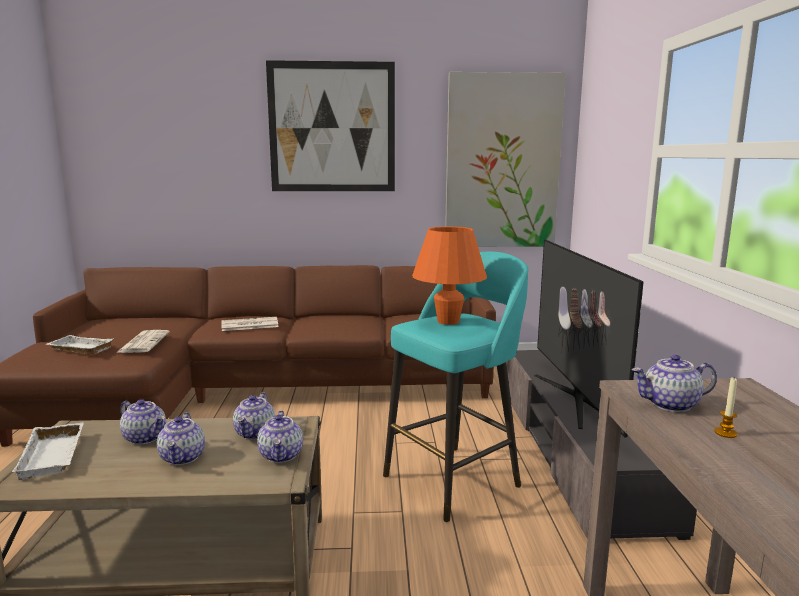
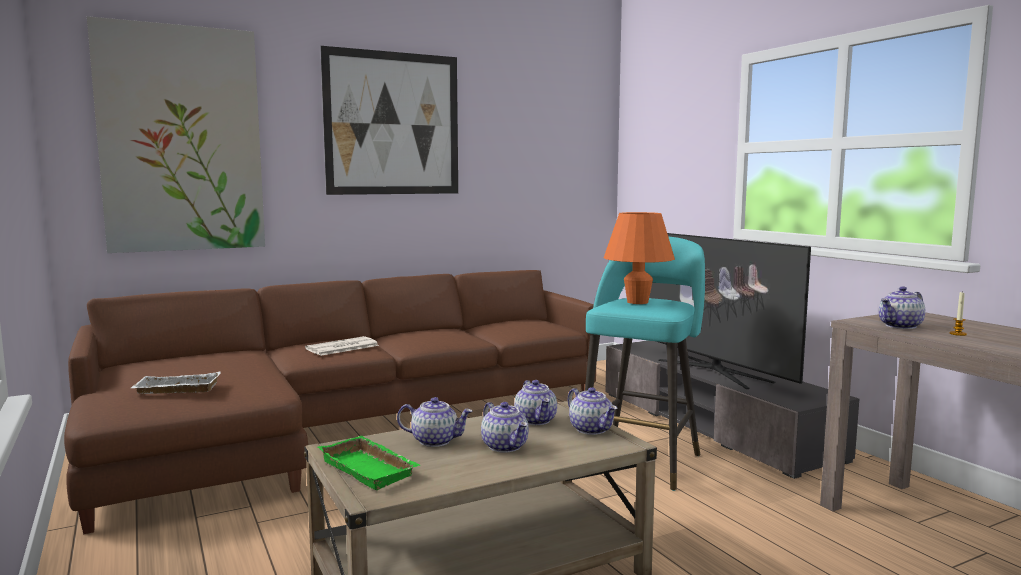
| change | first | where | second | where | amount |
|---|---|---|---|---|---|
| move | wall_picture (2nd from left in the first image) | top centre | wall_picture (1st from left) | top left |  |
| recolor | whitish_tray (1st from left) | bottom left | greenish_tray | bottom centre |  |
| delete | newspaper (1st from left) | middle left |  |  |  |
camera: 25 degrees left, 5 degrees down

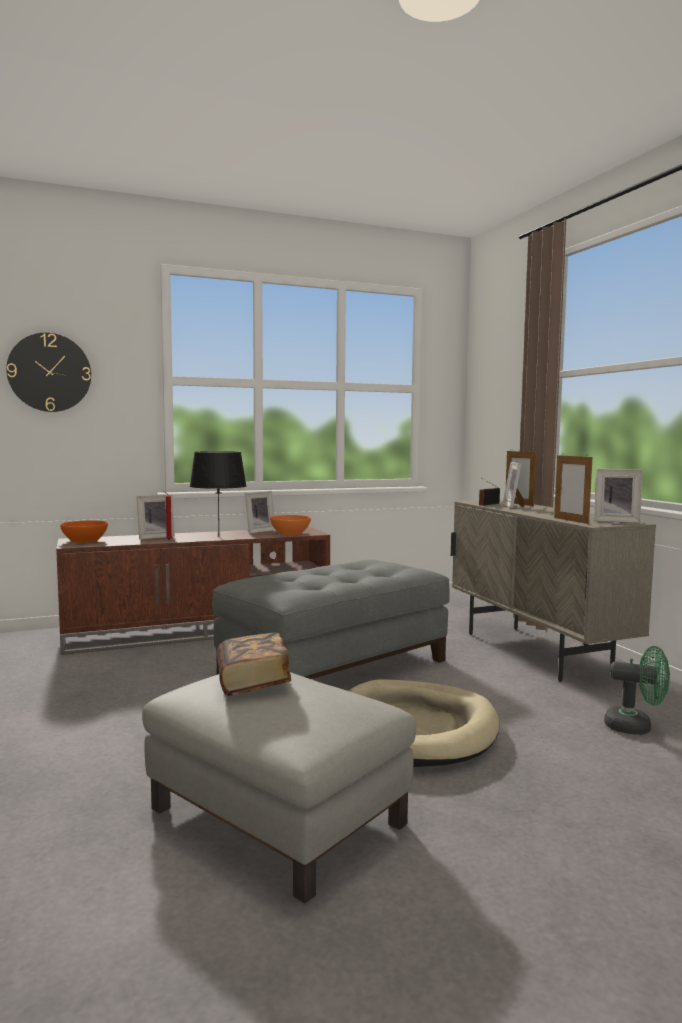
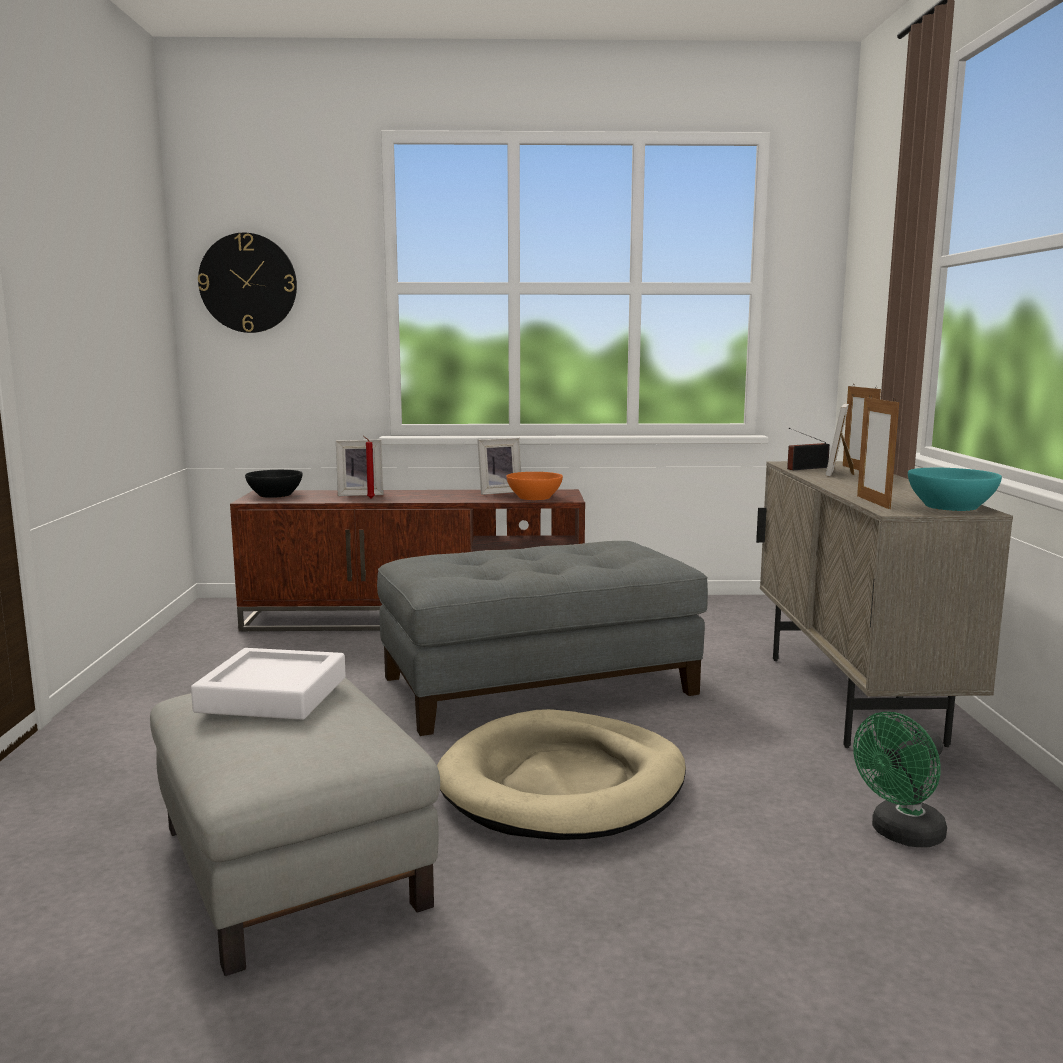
| change | first | where | second | where | amount |
|---|---|---|---|---|---|
| replace | bound_book | centre | whitish_tray | middle left |  |
| recolor | orange_bowl (1st from left) | middle left | black_bowl | middle left |  |
| rotate | greenish_electric_fan | bottom right |  | bottom right | 105 degrees clockwise |
| replace | photo_frame (6th from left) | middle right | blue-green_bowl | middle right |  |
| delete | black_lamp_for_a_table | middle left |  |  |  |
camera: 20 degrees right, 5 degrees up

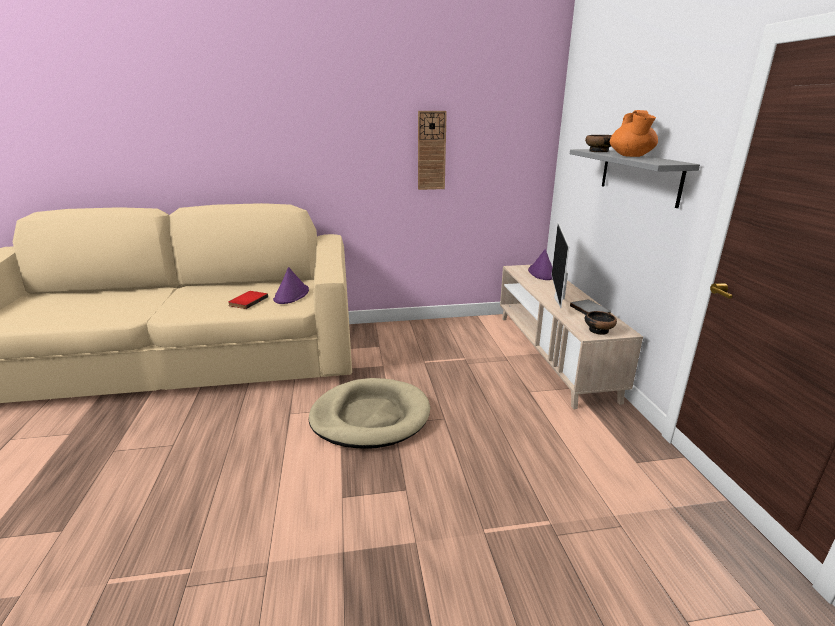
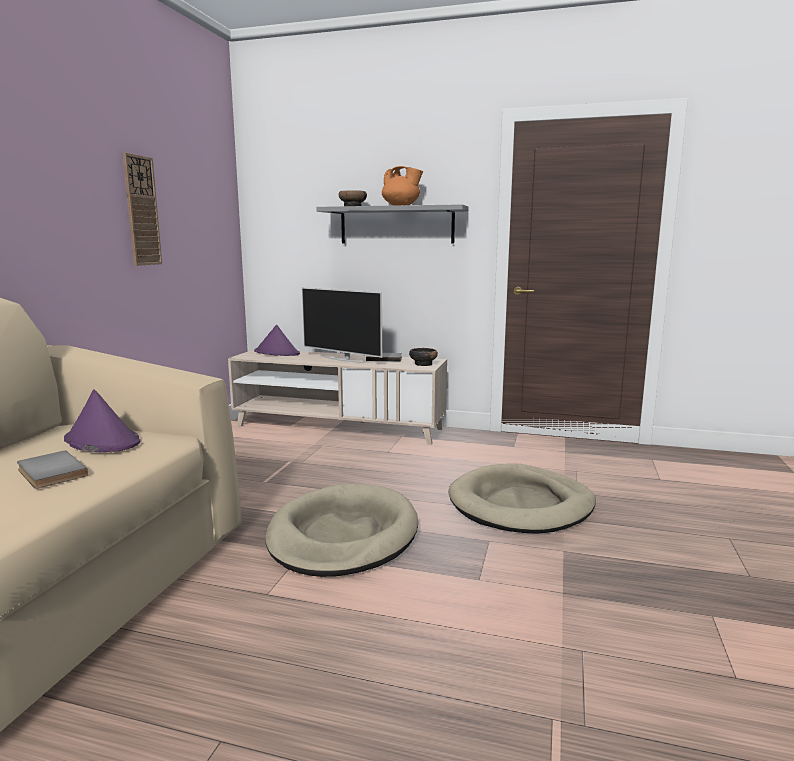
| change | first | where | second | where | amount |
|---|---|---|---|---|---|
| recolor | red_bound_book | middle left | gray_bound_book (1st from left) | middle left |  |
| insert |  |  | beige_pet_bed (2nd from left) | centre |  |
camera: 65 degrees left, 10 degrees down

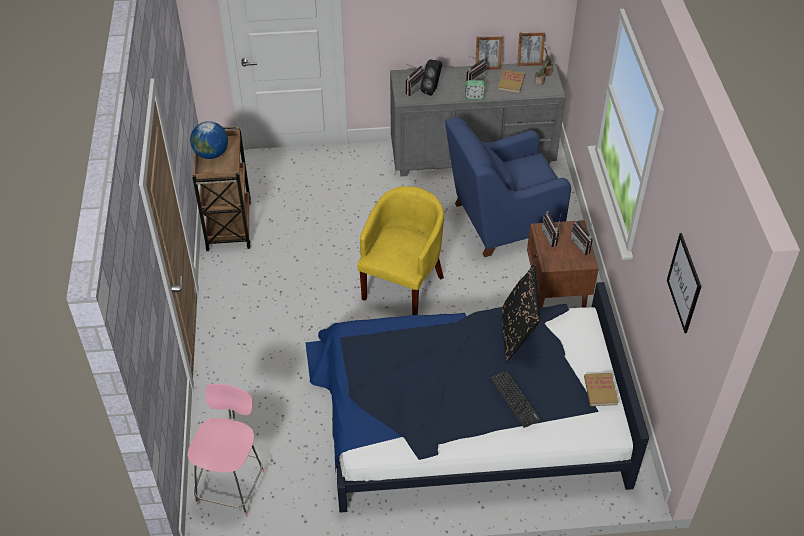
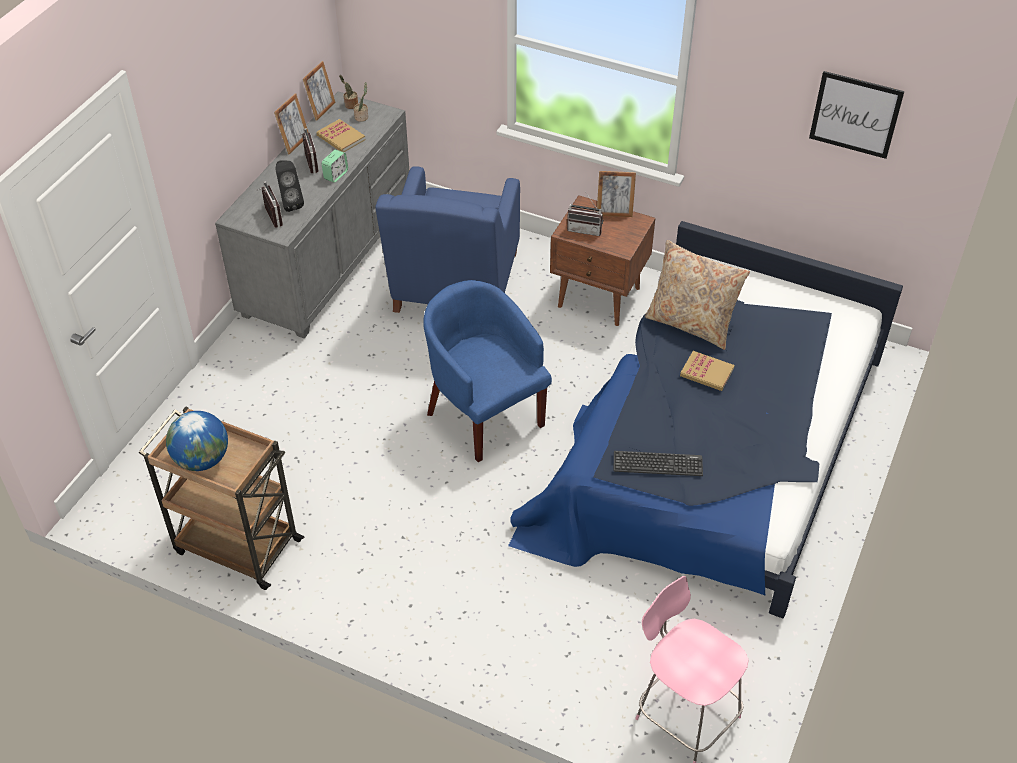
| change | first | where | second | where | amount |
|---|---|---|---|---|---|
| recolor | yellowish_armchair | centre | bluish_armchair (2nd from left) | centre |  |
| replace | radio_set (4th from left) | middle right | photo_frame (3rd from left) | top centre |  |
| move | computer_keyboard | bottom centre |  | centre |  |
| recolor | black_pillow | centre | beige_pillow | middle right |  |
| move | bound_book (2nd from left) | bottom right |  | middle right |  |
camera: 60 degrees left, 0 degrees up

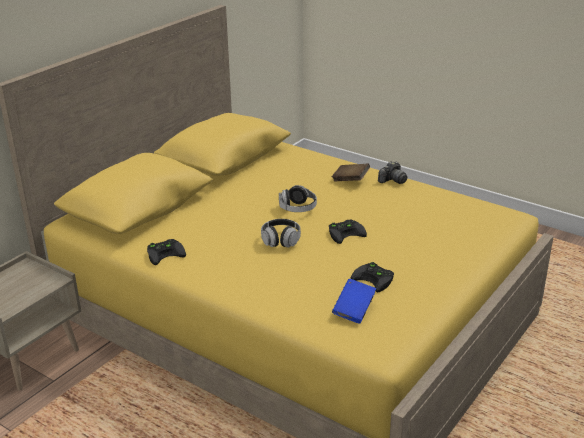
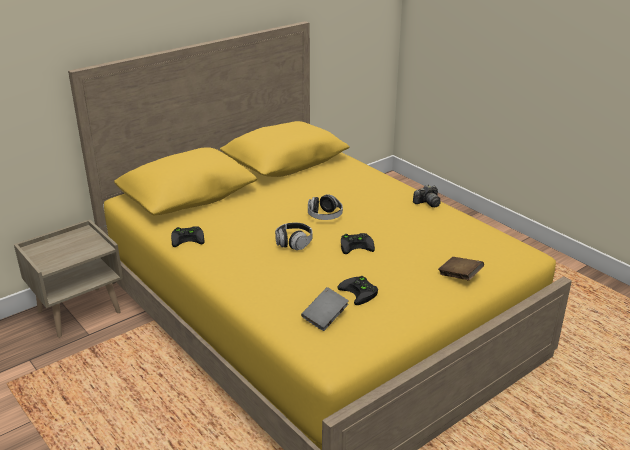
| change | first | where | second | where | amount |
|---|---|---|---|---|---|
| recolor | bluish_bound_book | bottom centre | gray_bound_book | bottom centre |  |
| move | brownish_bound_book | centre |  | middle right |  |
camera: 15 degrees right, 0 degrees up

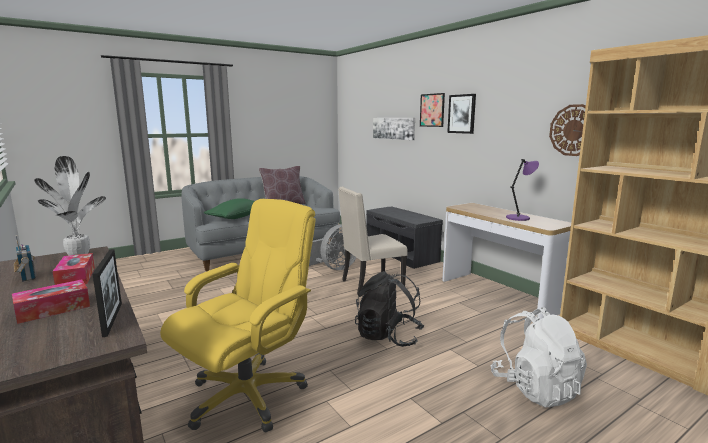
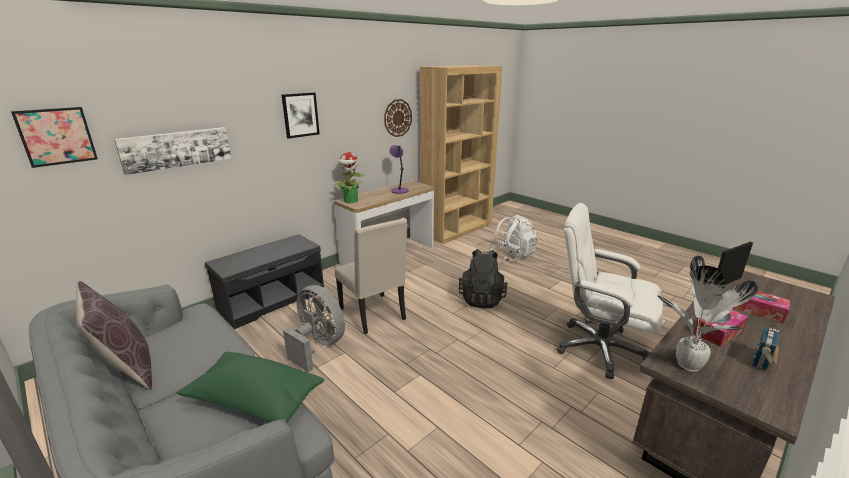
| change | first | where | second | where | amount |
|---|---|---|---|---|---|
| move | wall_picture (2nd from left in the first image) | top centre | wall_picture (1st from left) | top left |  |
| insert |  |  | plant_in_a_pot (1st from left) | centre |  |
| recolor | yellowish_computer_chair | bottom centre | whitish_computer_chair | middle right |  |
camera: 100 degrees left, 10 degrees up

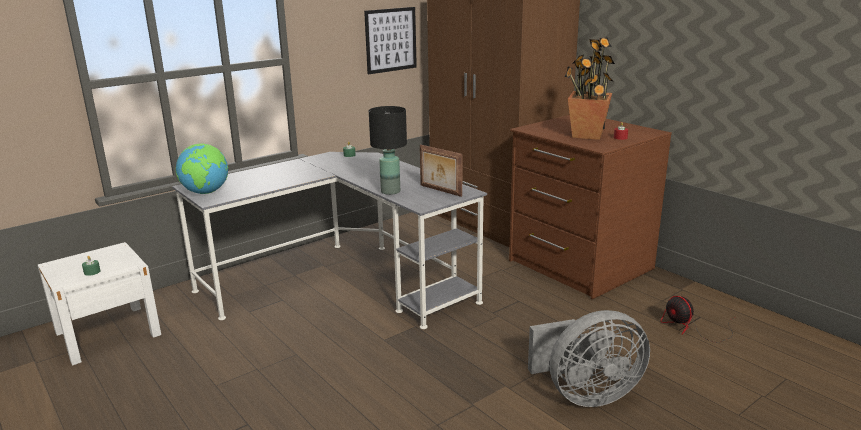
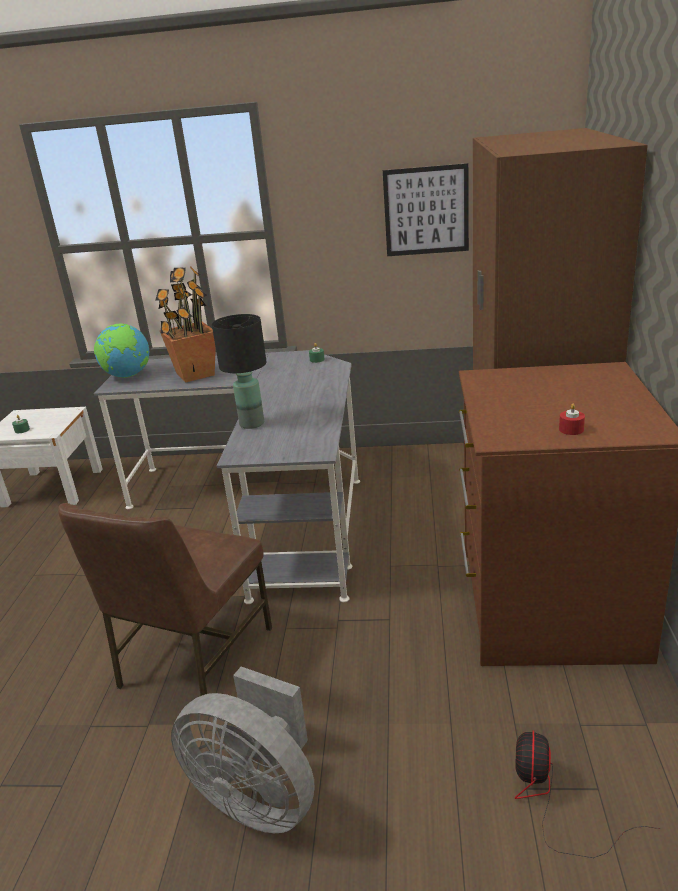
| change | first | where | second | where | amount |
|---|---|---|---|---|---|
| insert |  |  | brownish_chair | bottom left |  |
| move | plant_in_a_pot | top right |  | middle left |  |
| delete | photo_frame | centre |  |  |  |
camera: 45 degrees right, 5 degrees up

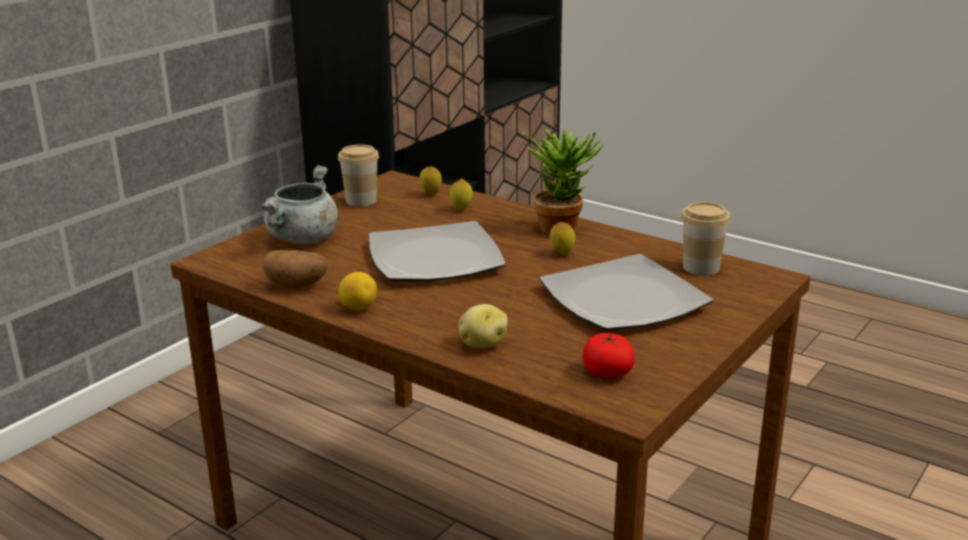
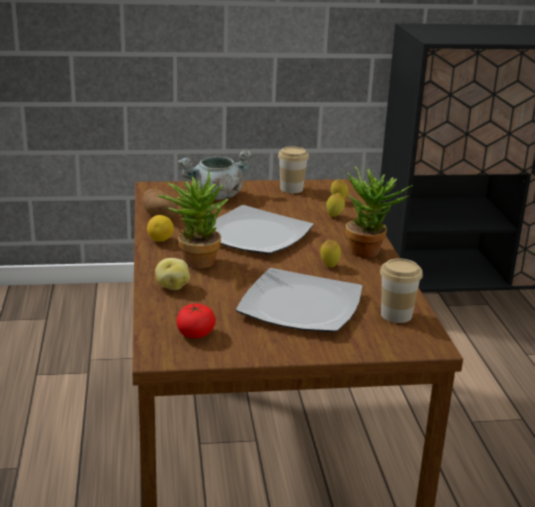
| change | first | where | second | where | amount |
|---|---|---|---|---|---|
| insert |  |  | plant_in_a_pot (1st from left) | centre |  |
camera: 45 degrees right, 0 degrees up

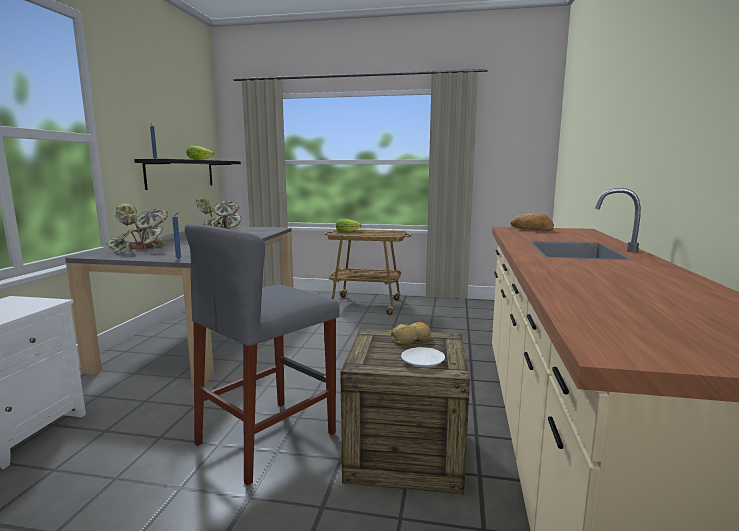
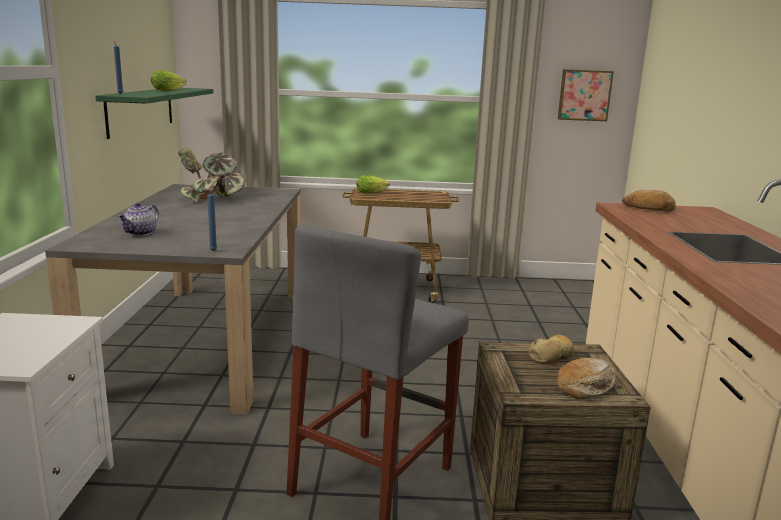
| change | first | where | second | where | amount |
|---|---|---|---|---|---|
| recolor | black_shelf | top left | greenish_shelf | top left |  |
| replace | plant_in_a_pot (1st from left) | middle left | tea_pot | middle left |  |
| replace | whitish_plate | bottom centre | bread (2nd from left) | bottom right |  |
| insert |  |  | wall_picture | top right |  |
camera: 10 degrees left, 5 degrees up

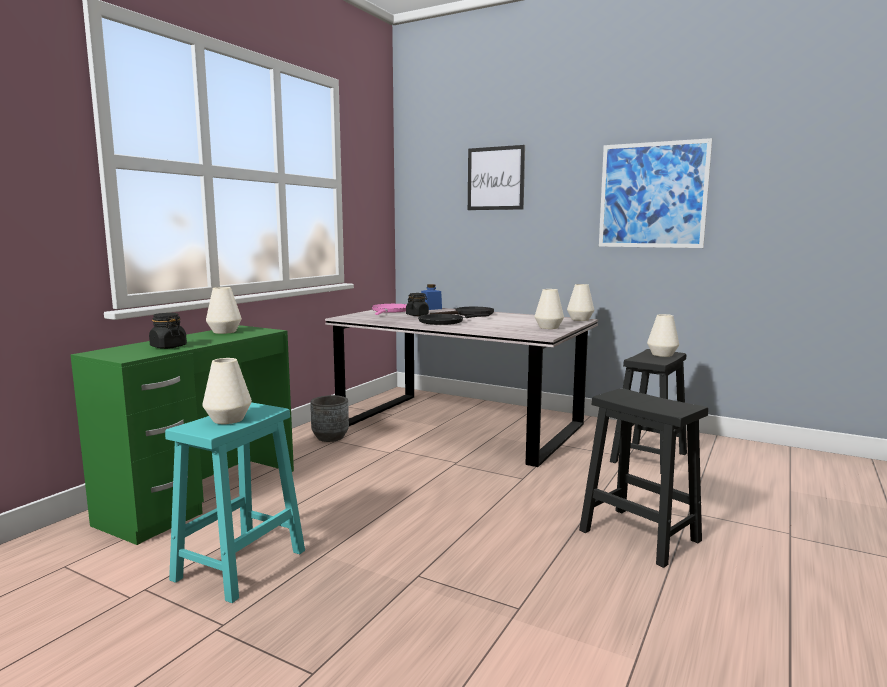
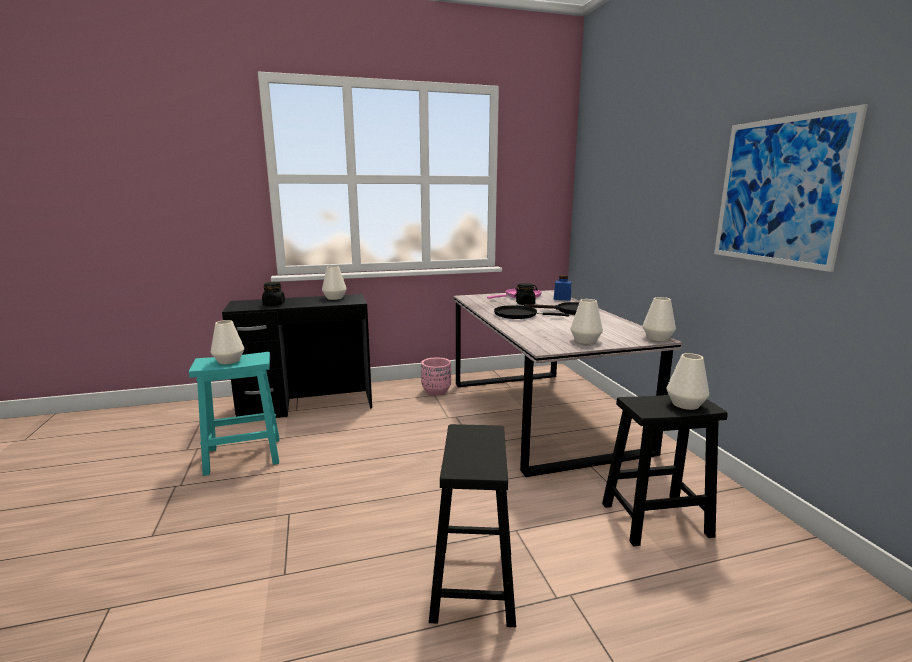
| change | first | where | second | where | amount |
|---|---|---|---|---|---|
| recolor | greenish_desk | middle left | black_desk | middle left |  |
| recolor | gray_flower_pot | centre | pink_flower_pot | centre |  |
| delete | wall_picture (1st from left) | top centre |  |  |  |
camera: 45 degrees right, 5 degrees up

